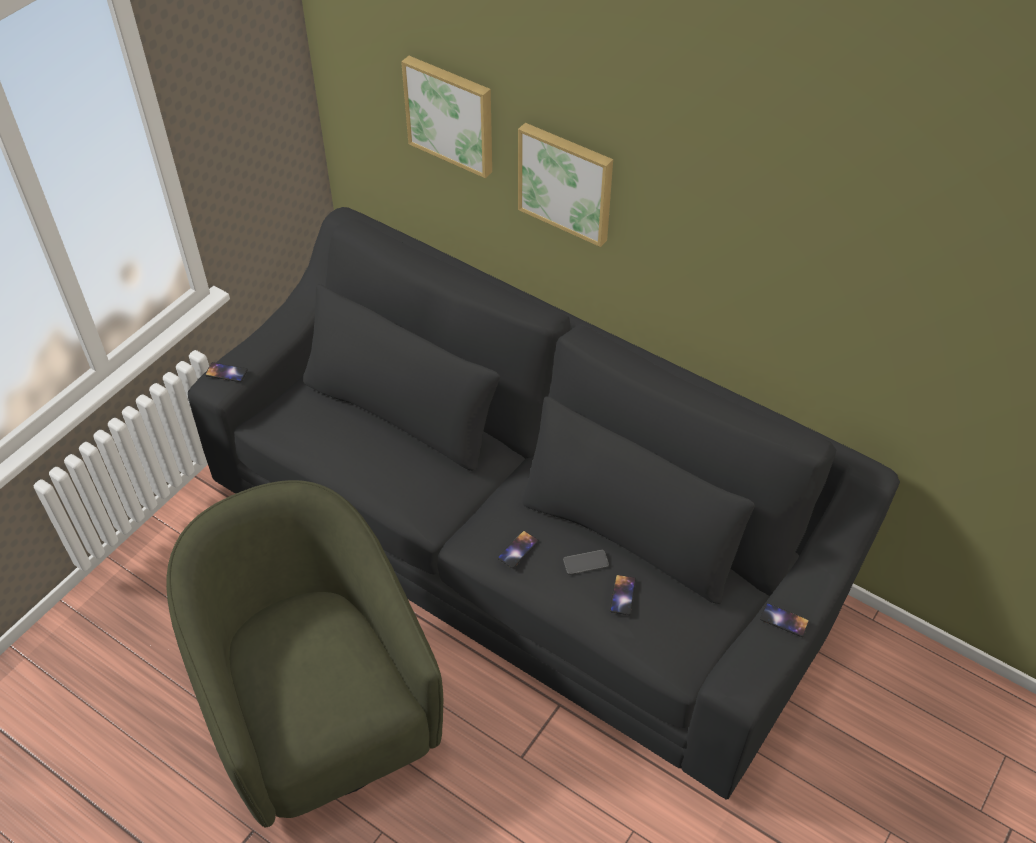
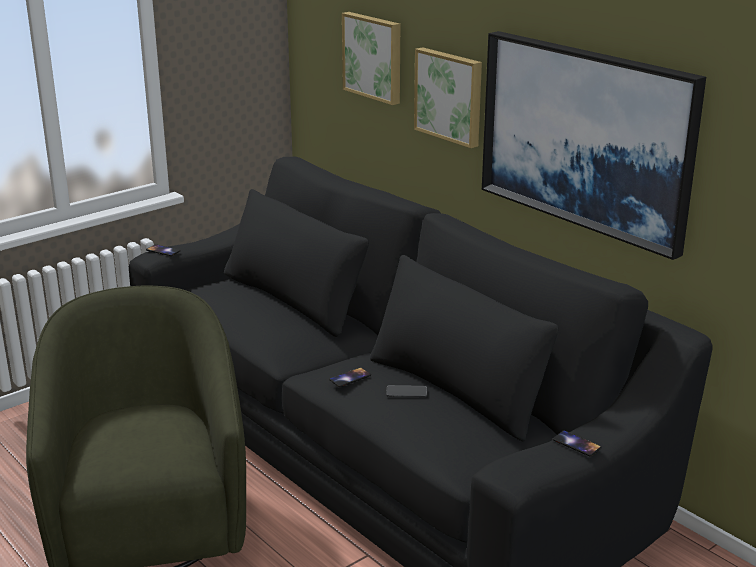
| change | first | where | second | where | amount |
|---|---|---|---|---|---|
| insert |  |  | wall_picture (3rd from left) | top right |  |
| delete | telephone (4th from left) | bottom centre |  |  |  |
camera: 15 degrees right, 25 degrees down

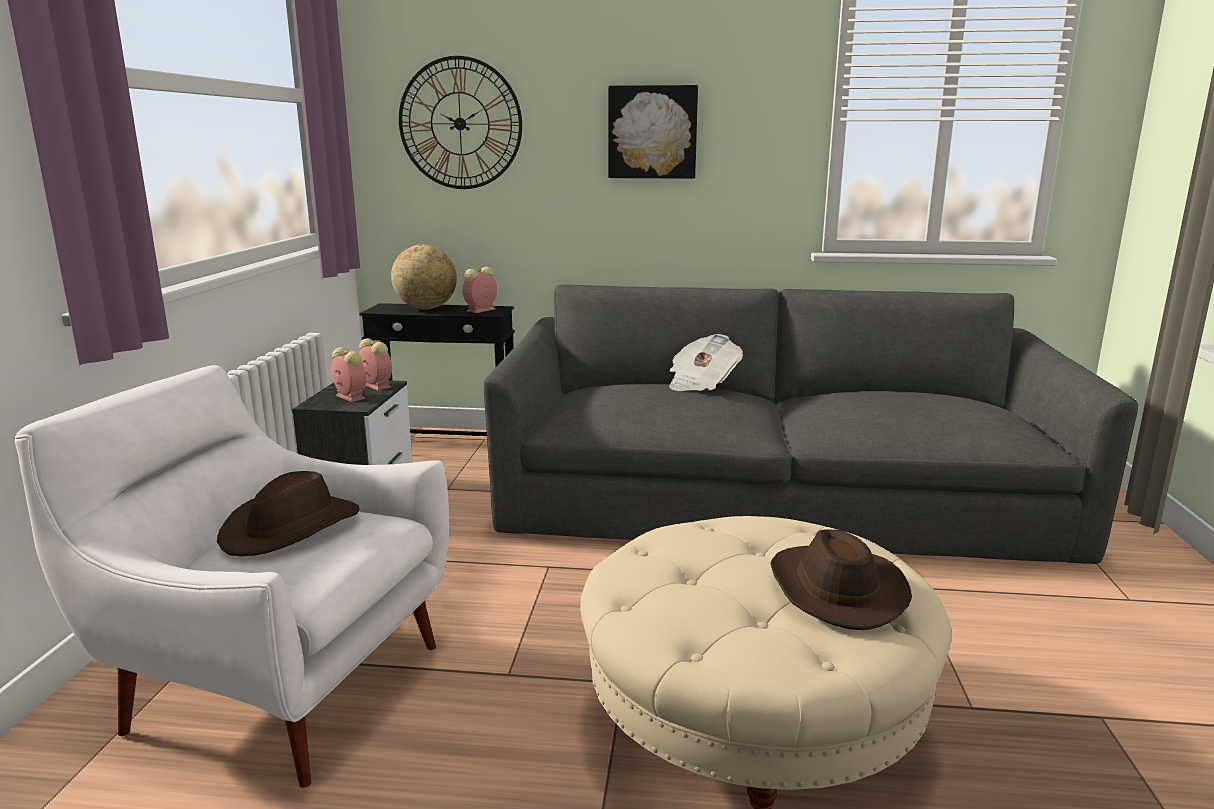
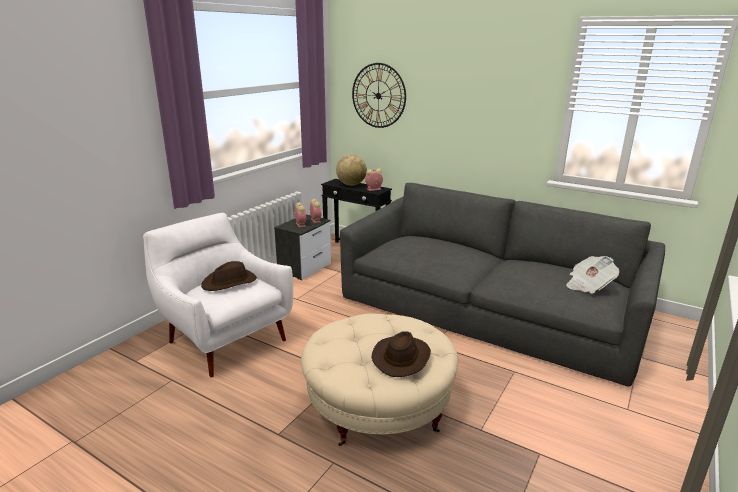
| change | first | where | second | where | amount |
|---|---|---|---|---|---|
| move | newspaper | centre |  | middle right |  |
| delete | wall_picture | top centre |  |  |  |
camera: 25 degrees right, 5 degrees up

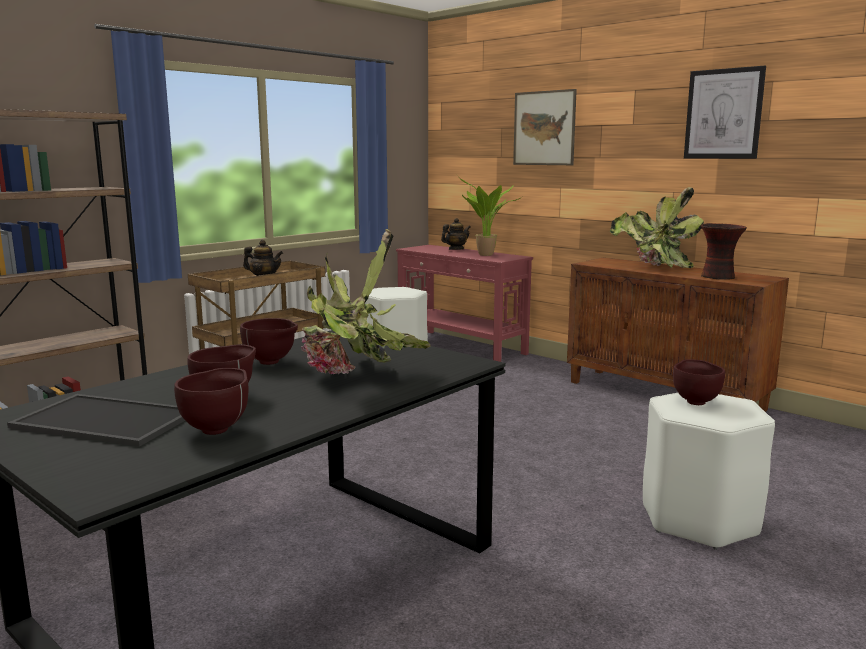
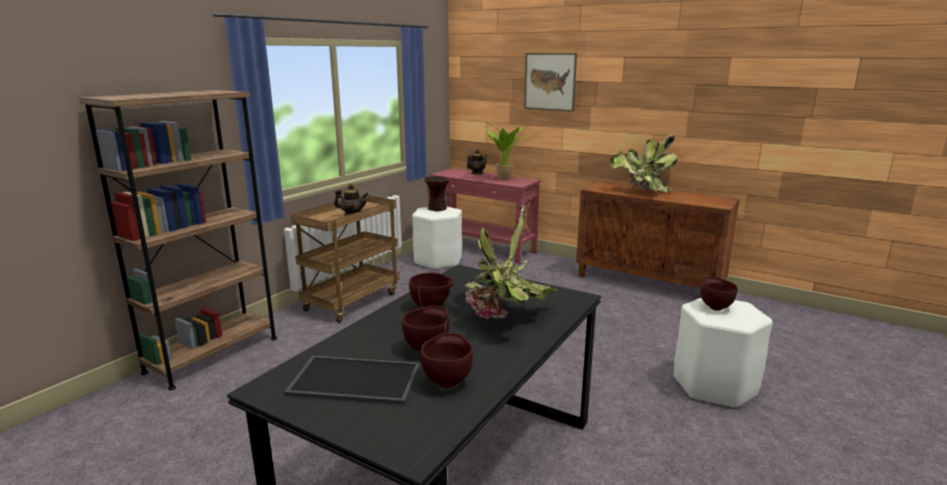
| change | first | where | second | where | amount |
|---|---|---|---|---|---|
| move | vase | middle right |  | centre |  |
| delete | wall_picture (2nd from left) | top right |  |  |  |
camera: 10 degrees left, 5 degrees up

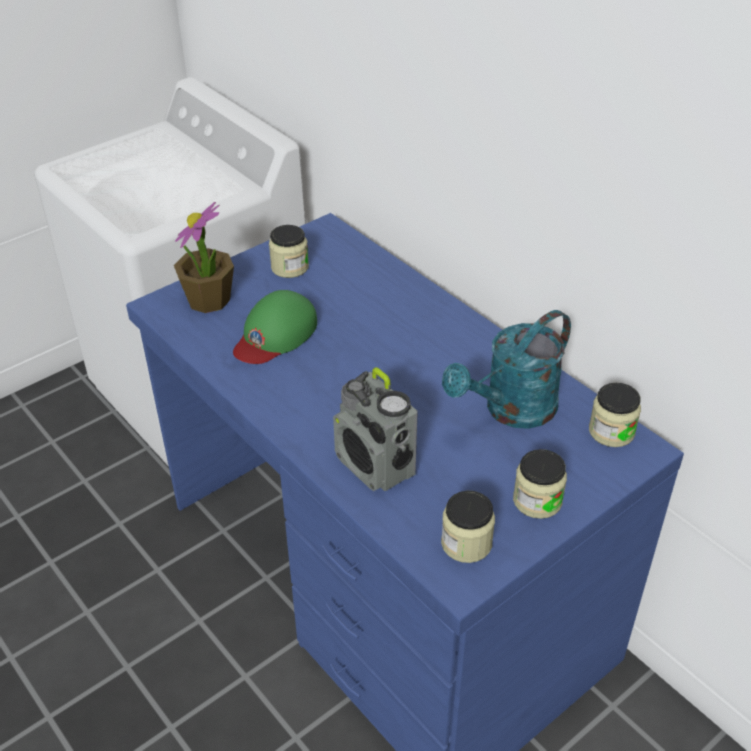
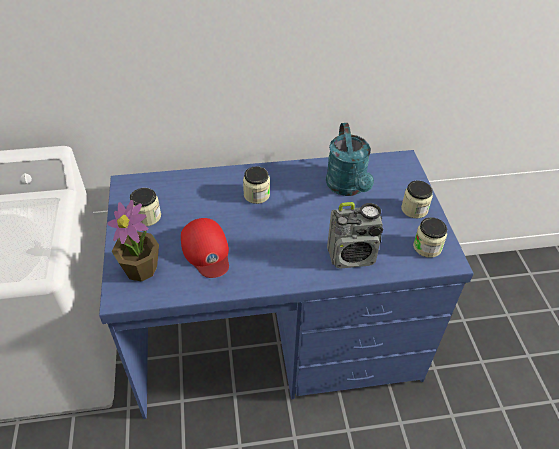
| change | first | where | second | where | amount |
|---|---|---|---|---|---|
| recolor | greenish_cap | centre | red_cap | centre |  |
| move | preserve_jar (4th from left in the first image) | middle right | preserve_jar (2nd from left) | centre |  |
camera: 60 degrees left, 5 degrees up

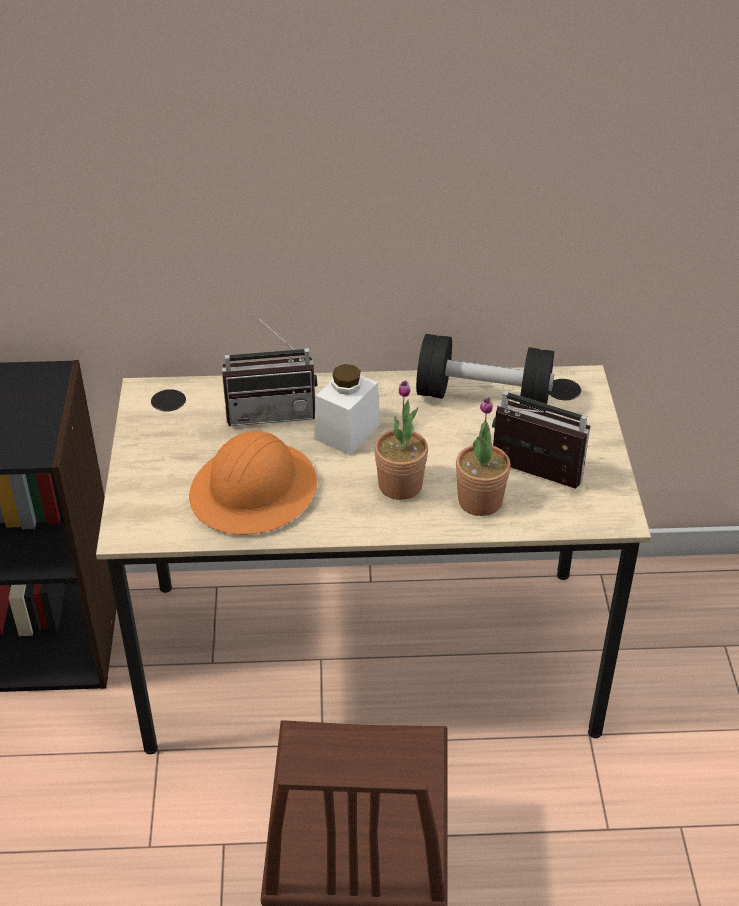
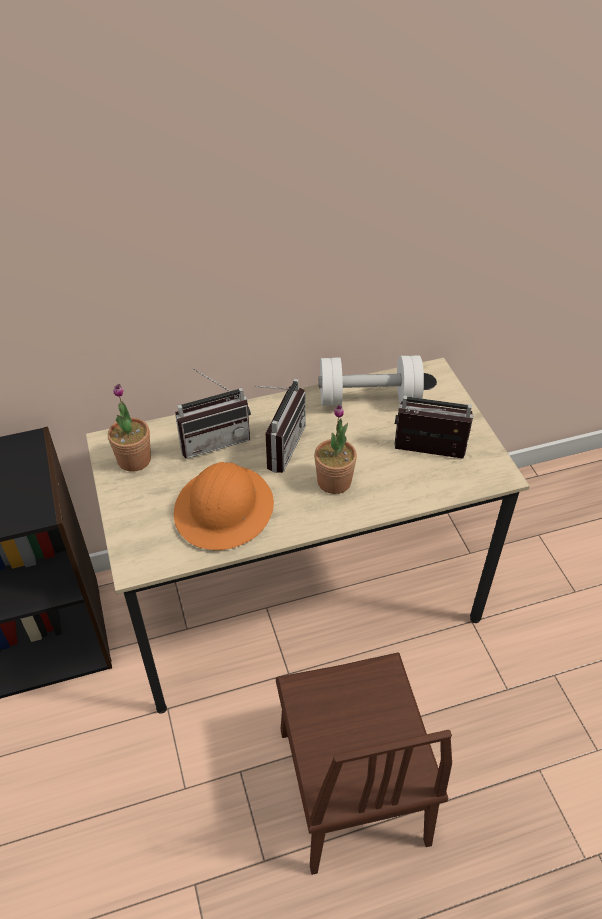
| change | first | where | second | where | amount |
|---|---|---|---|---|---|
| move | plant_in_a_pot (2nd from left in the first image) | centre | plant_in_a_pot (1st from left) | middle left |  |
| replace | whitish_preserve_jar | centre | radio_set (2nd from left) | centre |  |
| recolor | black_dumbbell | centre | whitish_dumbbell | centre |  |
camera: 15 degrees left, 5 degrees up

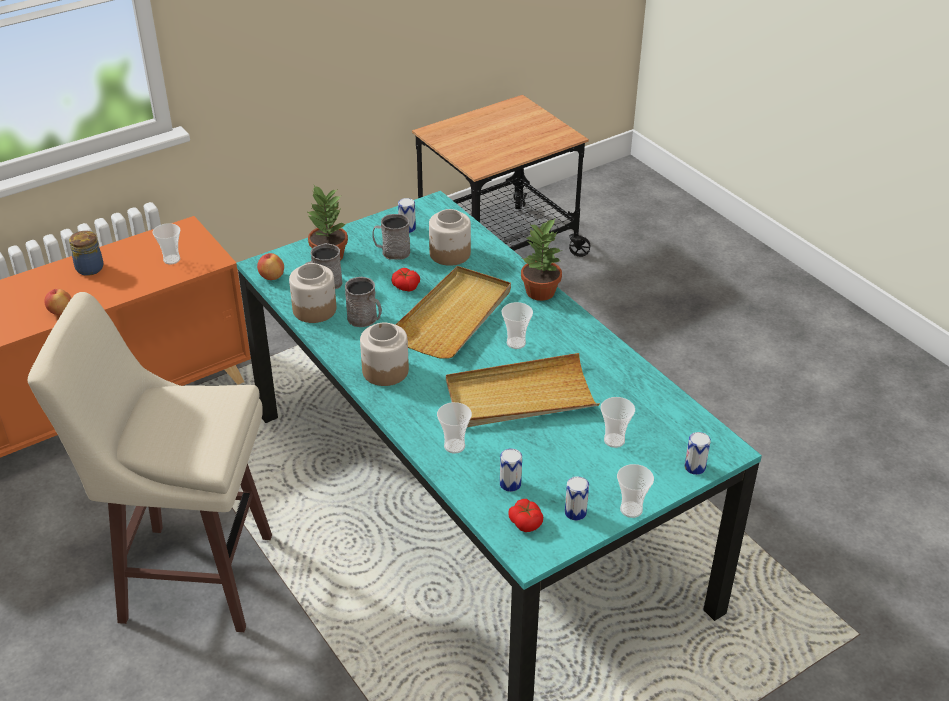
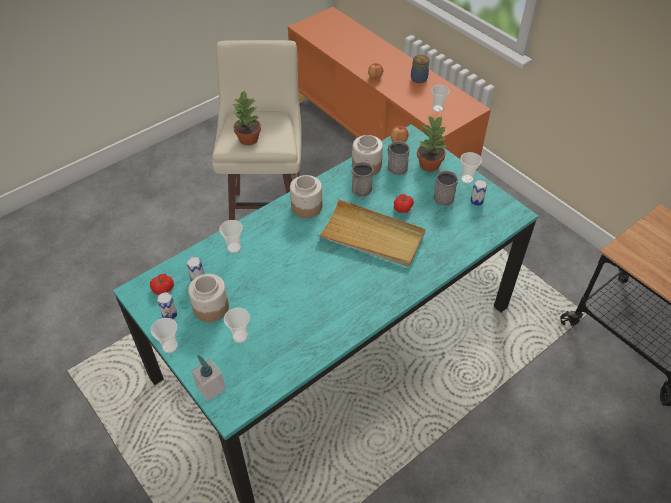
| change | first | where | second | where | amount |
|---|---|---|---|---|---|
| move | preserve_jar (4th from left in the first image) | centre | preserve_jar (1st from left) | middle left |  |
| replace | can (4th from left) | middle right | soap_bottle | bottom left |  |
| move | plant_in_a_pot (2nd from left in the first image) | centre | plant_in_a_pot (1st from left) | top centre |  |
| move | small_cup (3rd from left in the first image) | centre | small_cup (5th from left) | top right |  |
| delete | beige_tray (2nd from left) | centre |  |  |  |
camera: 85 degrees right, 10 degrees up

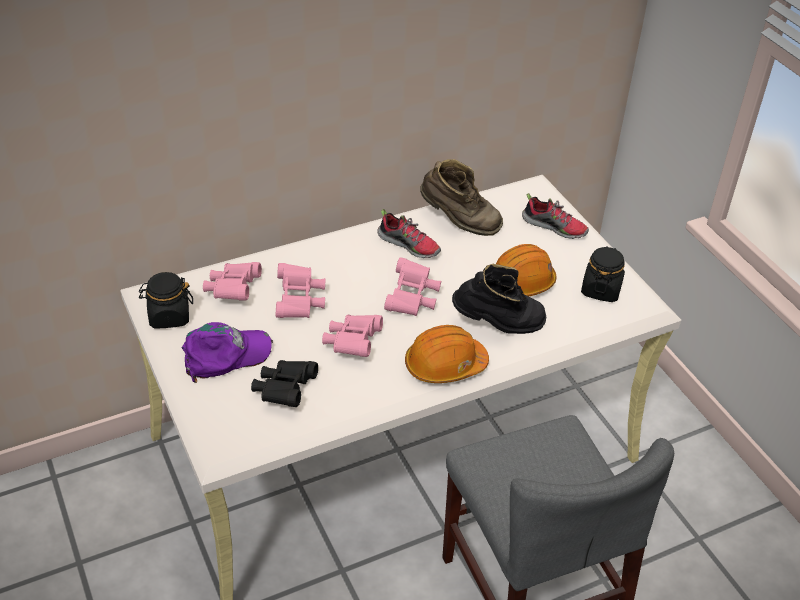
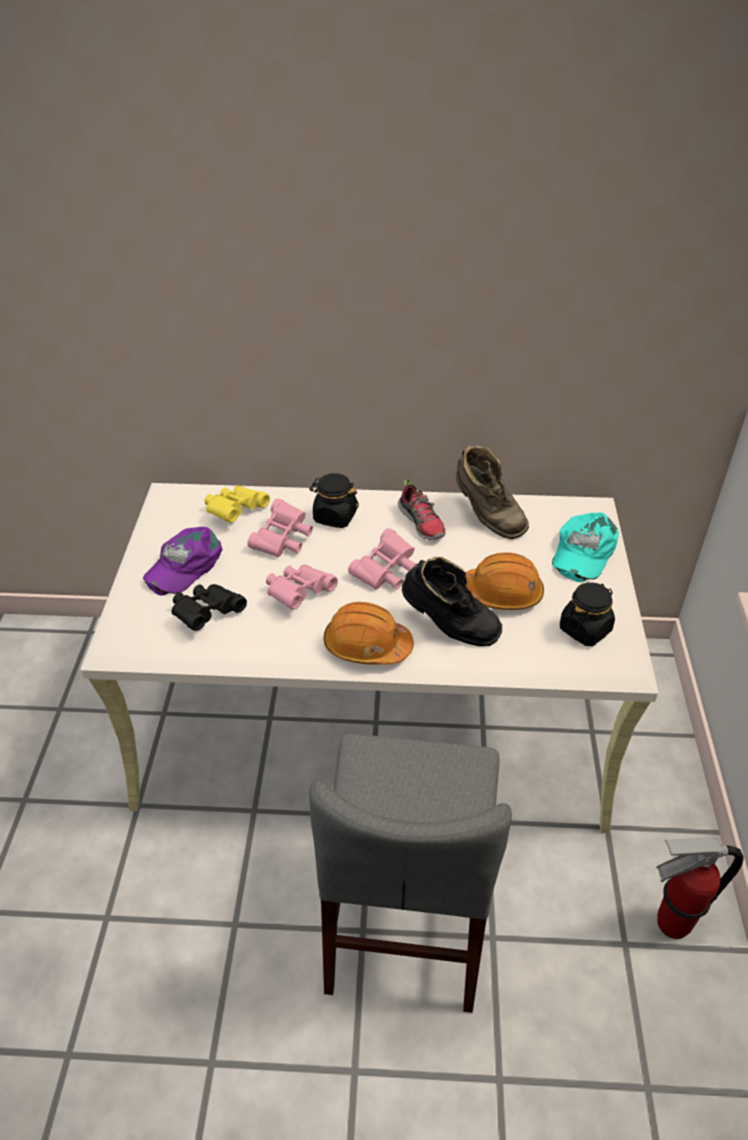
| change | first | where | second | where | amount |
|---|---|---|---|---|---|
| rotate | purple-coloured_cap | middle left |  | middle left | 120 degrees clockwise |
| recolor | pink_field_glasses (1st from left) | middle left | yellowish_field_glasses | middle left |  |
| move | black_preserve_jar (1st from left) | middle left |  | centre |  |
| replace | shoe (2nd from left) | middle right | blue-green_cap | middle right |  |
| insert |  |  | fire-fighting_cylinder | bottom right |  |
camera: 30 degrees right, 0 degrees up

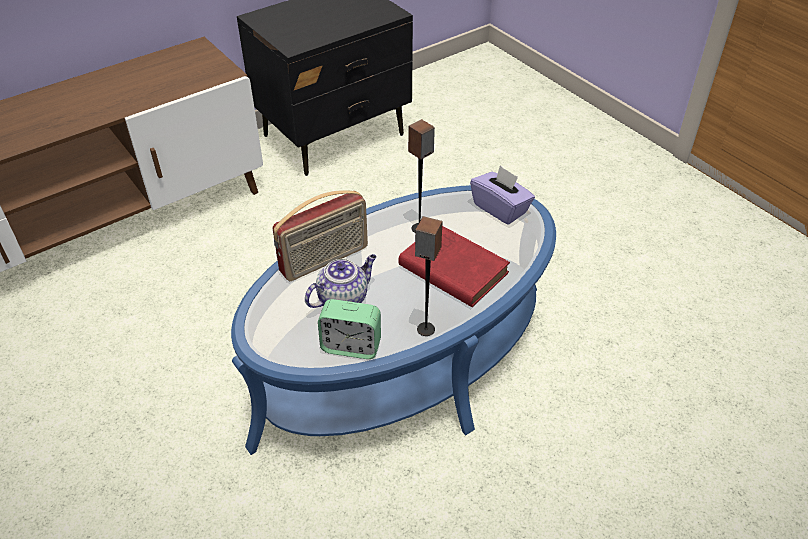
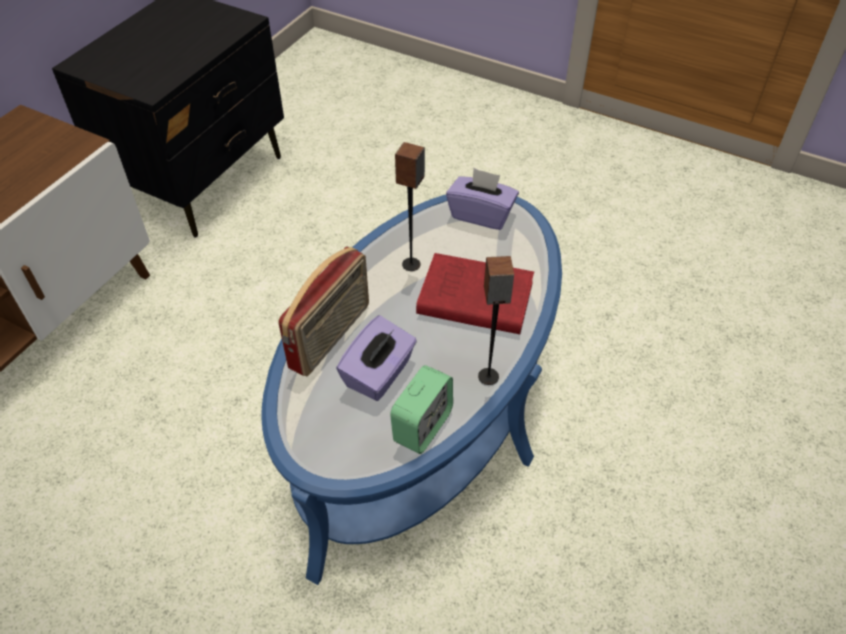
| change | first | where | second | where | amount |
|---|---|---|---|---|---|
| replace | tea_pot | centre | purple-coloured_tissue_holder (1st from left) | centre |  |
| rotate | table_clock | centre |  | centre | 45 degrees counterclockwise |
camera: 25 degrees left, 5 degrees up

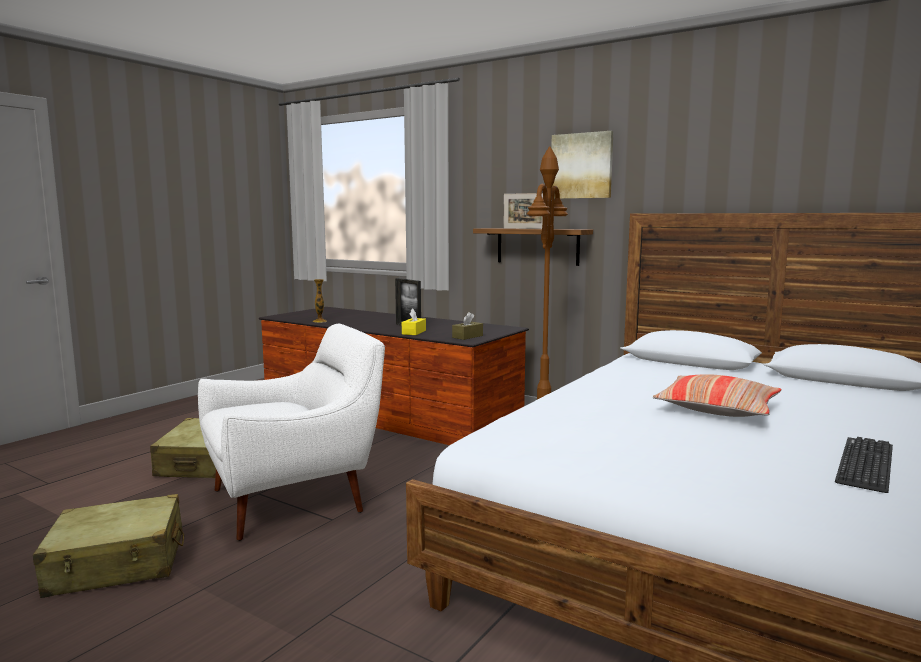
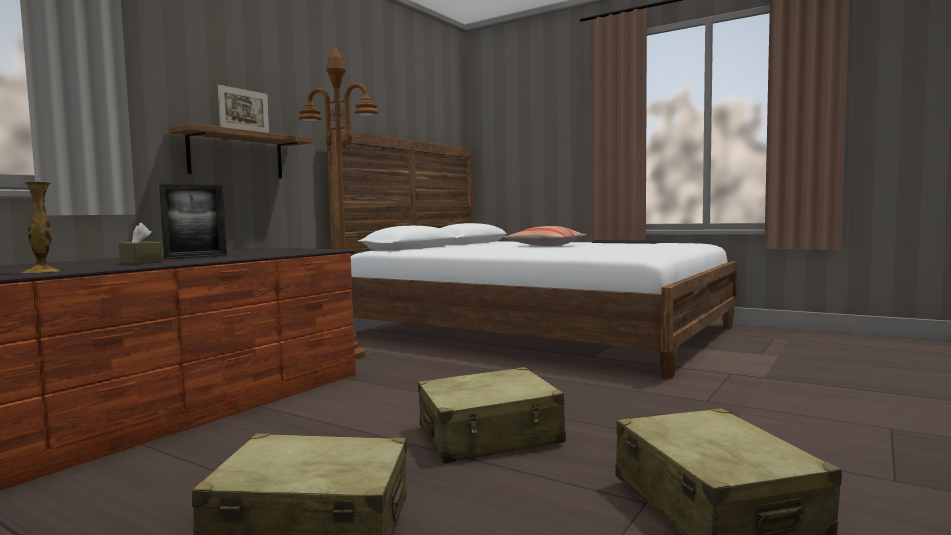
| change | first | where | second | where | amount |
|---|---|---|---|---|---|
| move | brownish_tissue_holder | centre |  | middle left |  |
| replace | whitish_armchair | middle left | beige_piece_of_luggage (2nd from left) | bottom centre |  |
| delete | yellowish_tissue_holder | centre |  |  |  |
| delete | wall_picture | top centre |  |  |  |
camera: 90 degrees left, 5 degrees down

